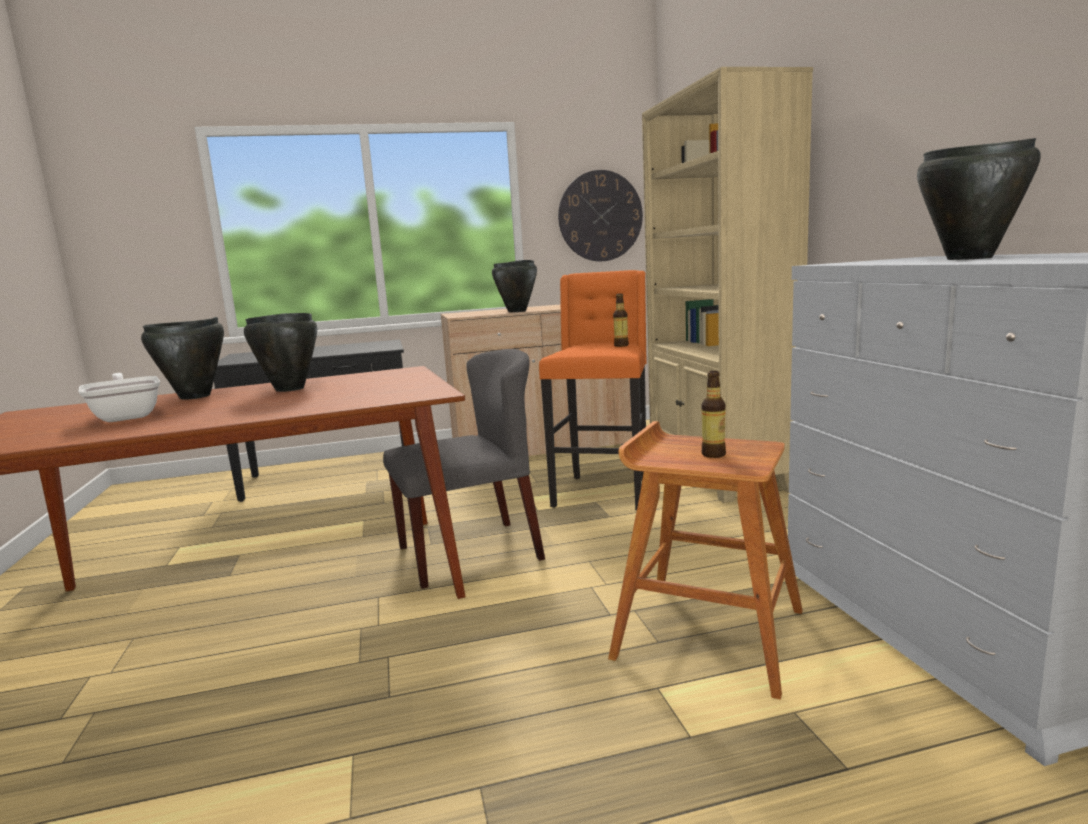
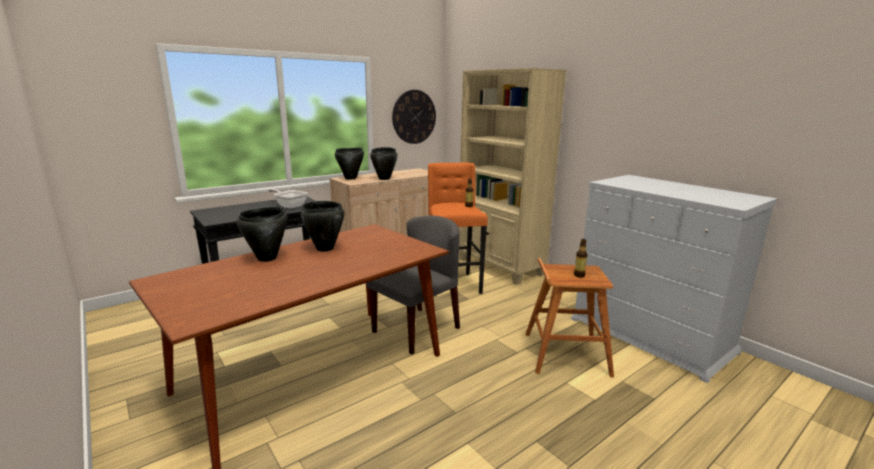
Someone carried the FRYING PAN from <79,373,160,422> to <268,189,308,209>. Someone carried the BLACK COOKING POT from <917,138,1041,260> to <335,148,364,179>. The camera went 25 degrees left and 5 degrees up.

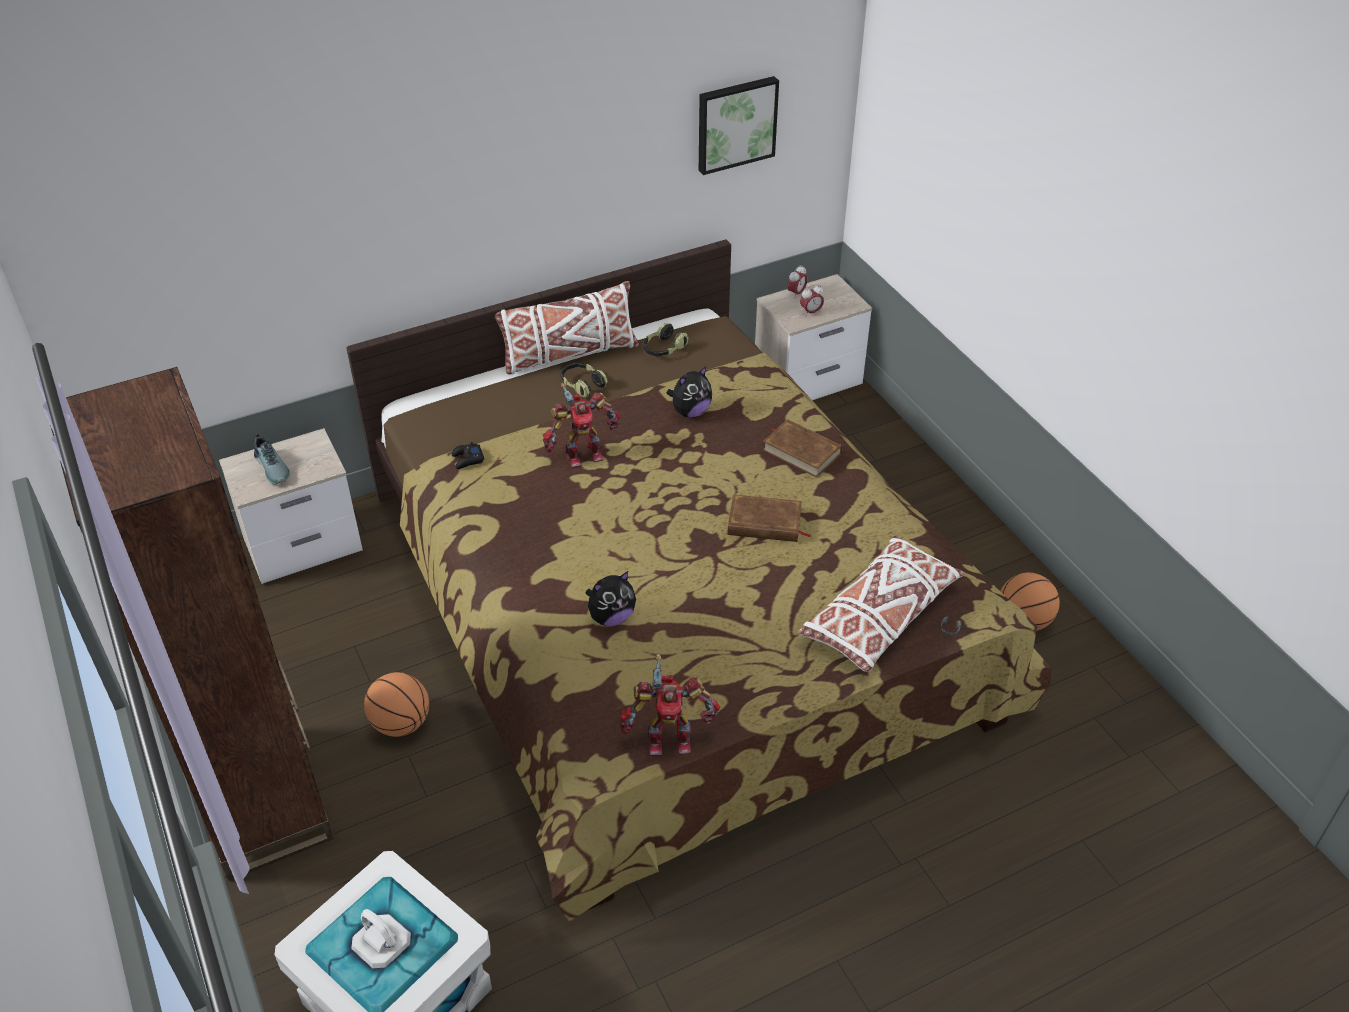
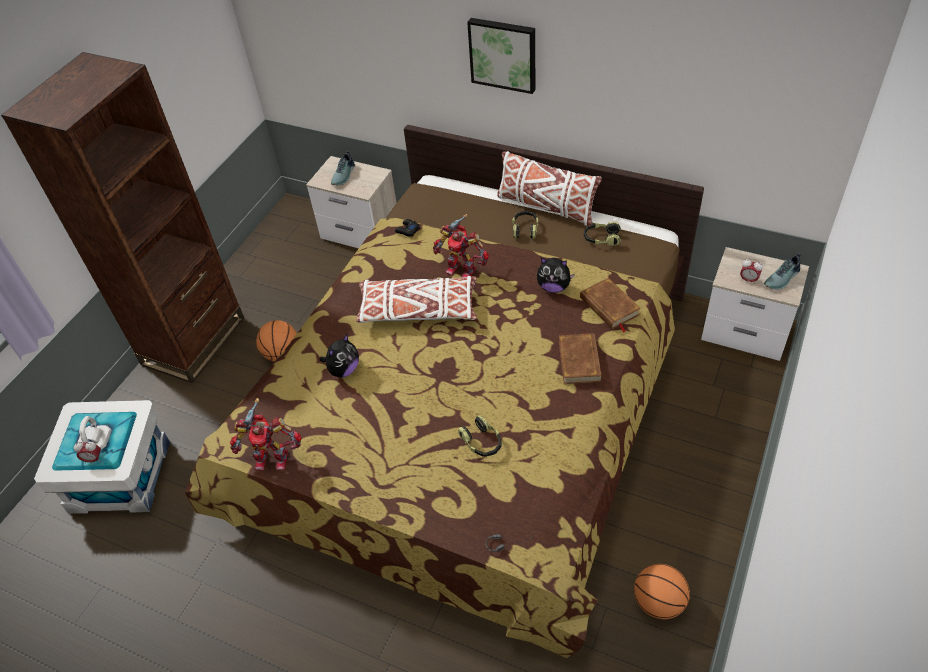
Someone rotated the PLUSH TOY at <586,571,636,626> by 75 degrees counterclockwise. Someone rotated the TOY ROBOT at <620,654,720,756> by 45 degrees counterclockwise. Someone carried the PICTURE from <699,76,779,175> to <467,18,535,94>. Someone carried the BROWN BOOK from <728,494,810,542> to <580,278,641,333>. Someone carried the ALARM CLOCK from <787,265,808,299> to <74,442,101,463>. Someone carried the WHITE PILLOW from <798,536,964,672> to <356,276,477,323>. Someone put down the HEADPHONES at <458,415,502,457>. Someone put down the SHOE at <764,253,801,290>. The camera went 55 degrees right and 5 degrees up.

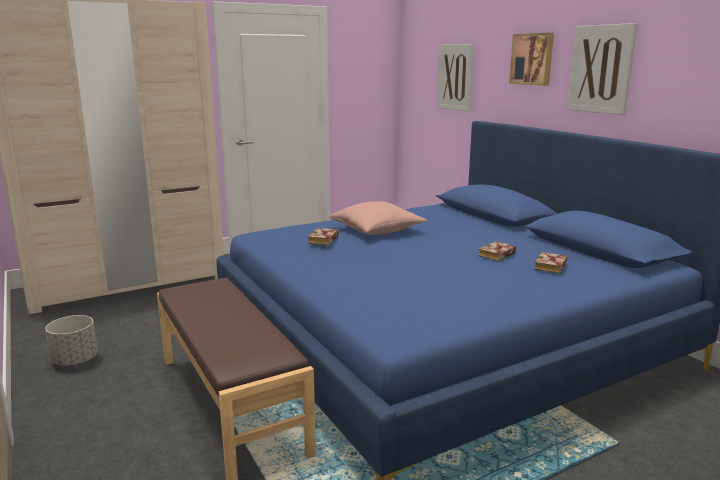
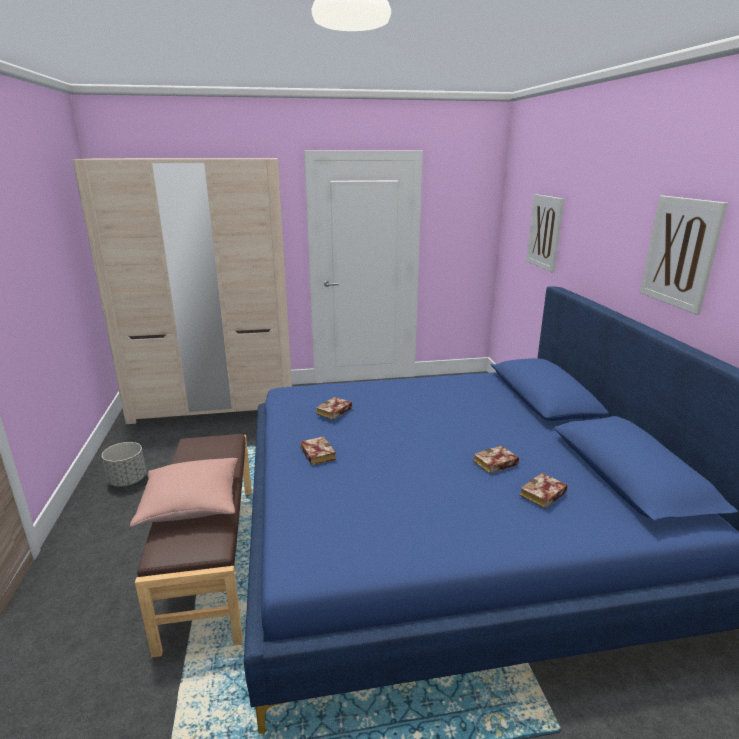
Someone carried the PINK PILLOW from <329,202,427,235> to <130,458,238,527>. Someone took away the PICTURE at <509,33,554,86>. Someone put down the BOOK at <300,436,336,465>. The camera went 20 degrees right and 5 degrees up.

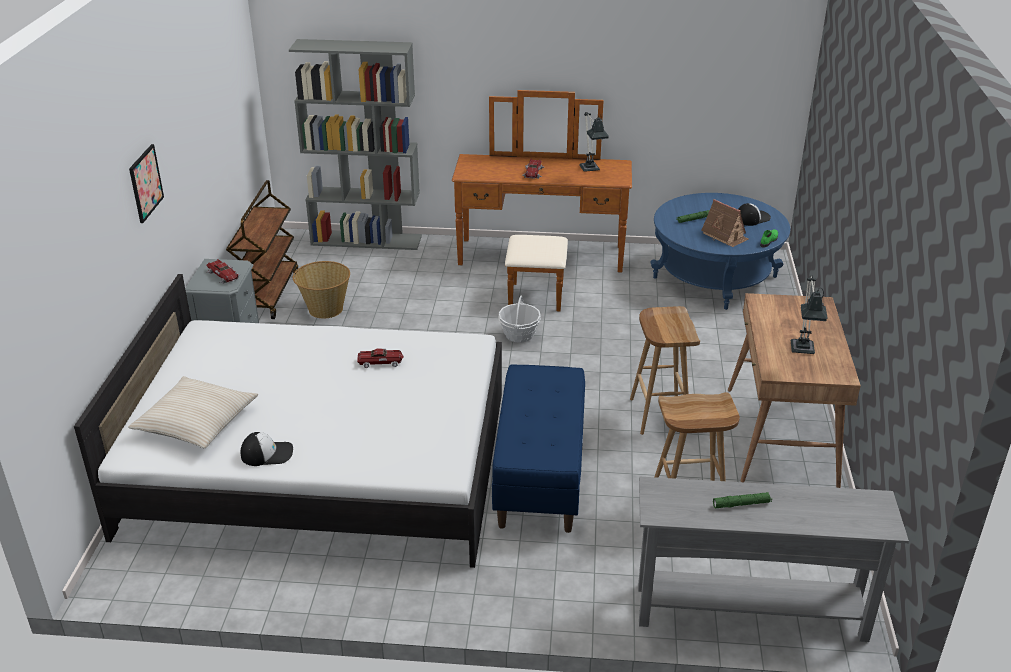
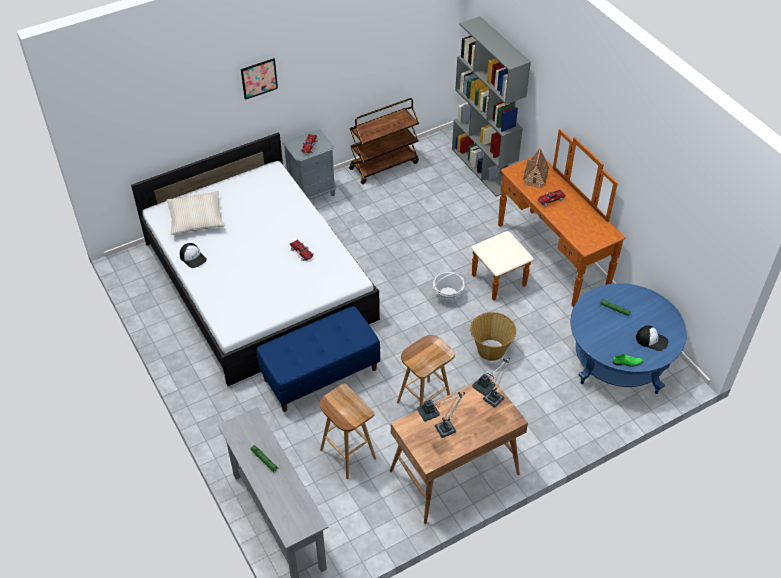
Someone carried the BASKET from <293,261,350,318> to <470,312,516,361>. Someone carried the TABLE LAMP from <579,112,609,172> to <472,357,510,407>. Someone carried the TOY HOUSE from <701,199,749,247> to <523,148,549,188>. The camera went 55 degrees right and 15 degrees up.

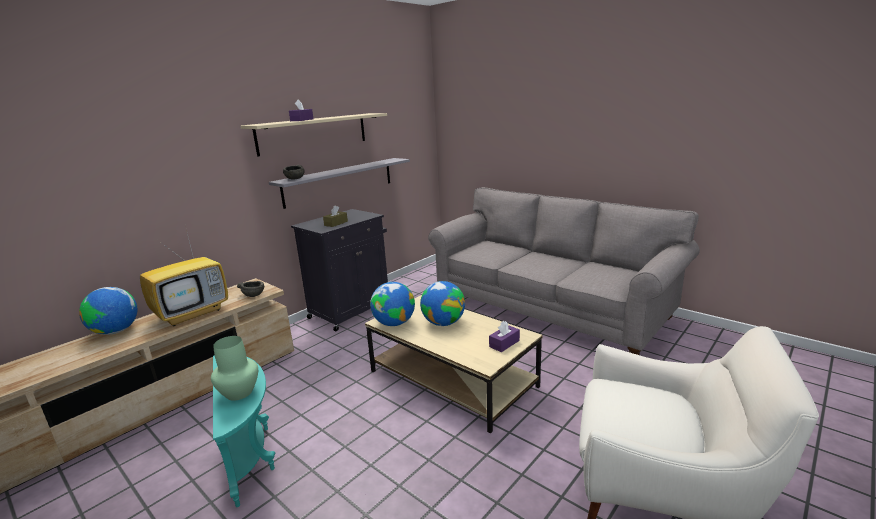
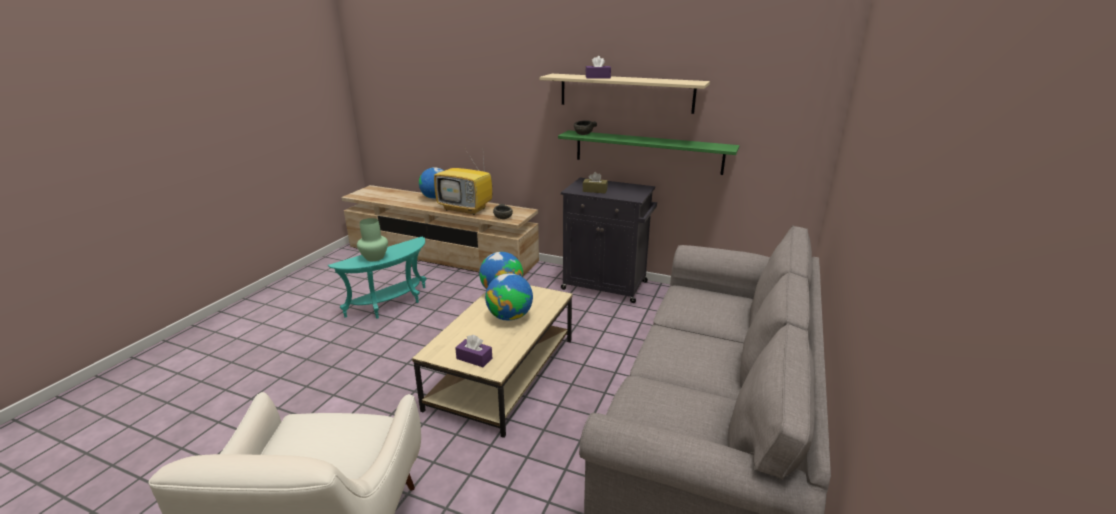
Someone repainted the GREY SHELF at <269,158,410,209>, which became the GREEN SHELF at <558,130,740,175>. The camera went 70 degrees right and 5 degrees up.

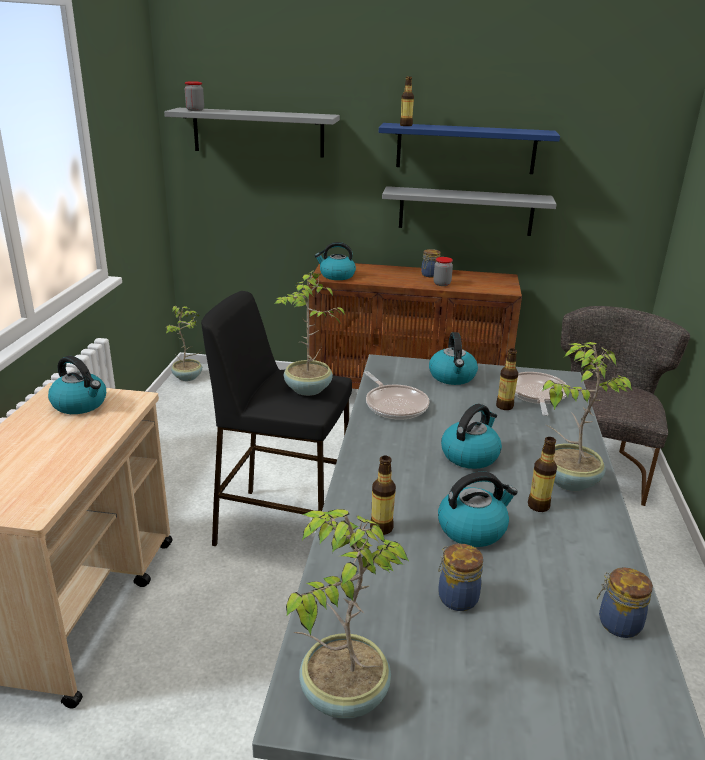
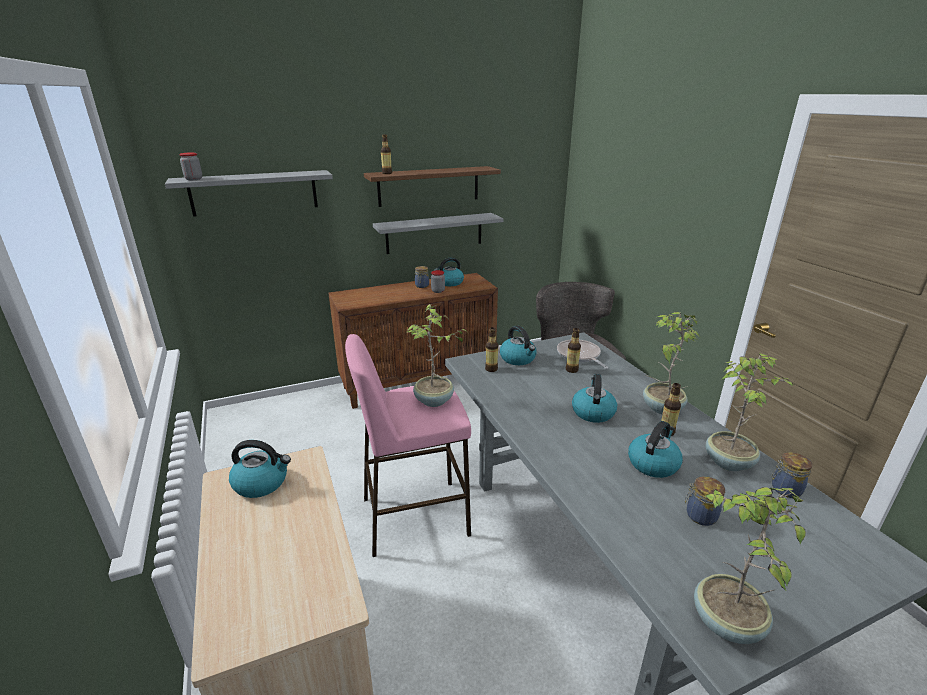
Someone carried the POTTED PLANT from <166,306,203,381> to <706,353,796,472>. Someone repainted the BLACK STOOL at <201,291,352,546>, which became the PINK STOOL at <345,334,471,557>. Someone carried the KETTLE from <315,242,356,280> to <434,258,464,286>. Someone took away the FRYING PAN at <364,371,429,420>. Someone carried the BOTTLE from <370,456,396,535> to <485,327,498,372>. Someone repainted the BLUE SHELF at <379,123,560,174>, which became the BROWN SHELF at <364,166,501,207>. The camera went 30 degrees left and 0 degrees up.

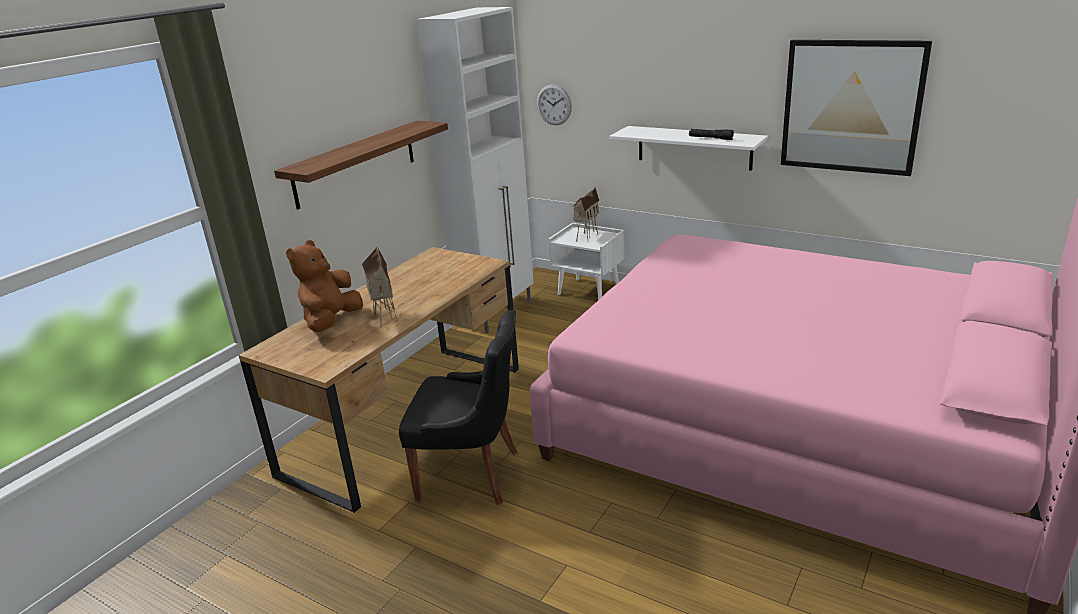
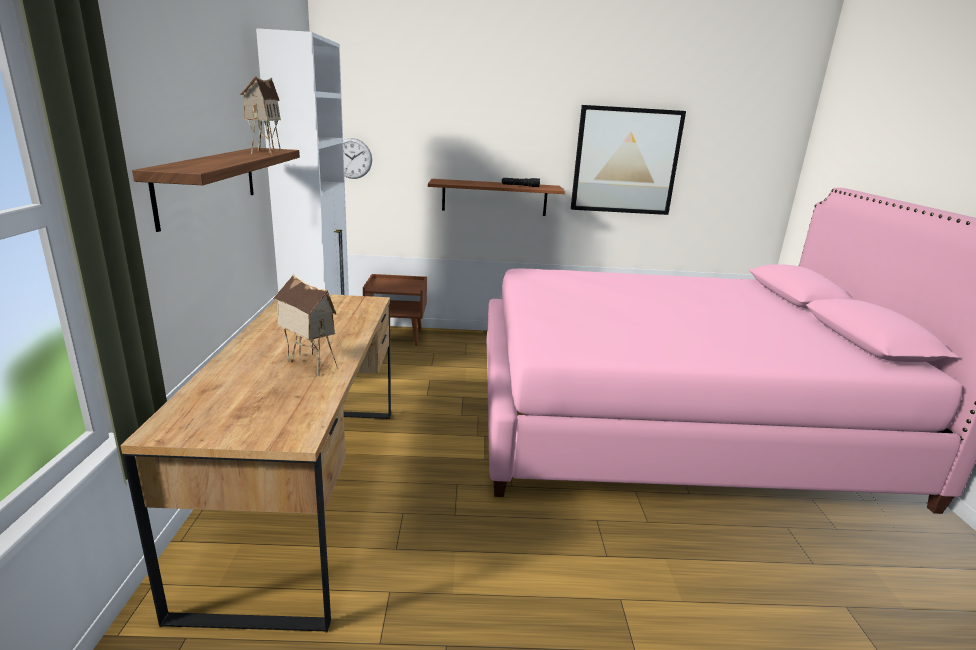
Someone took away the BROWN PLUSH TOY at <286,240,363,332>. Someone took away the BLACK CHAIR at <399,310,518,505>. Someone repainted the WHITE NIGHTSTAND at <548,223,625,299>, which became the BROWN NIGHTSTAND at <363,274,427,346>. Someone carried the TOY HOUSE from <572,187,599,241> to <240,76,281,155>. Someone repainted the WHITE SHELF at <609,126,768,171>, which became the BROWN SHELF at <428,179,565,216>. The camera went 35 degrees left and 5 degrees down.

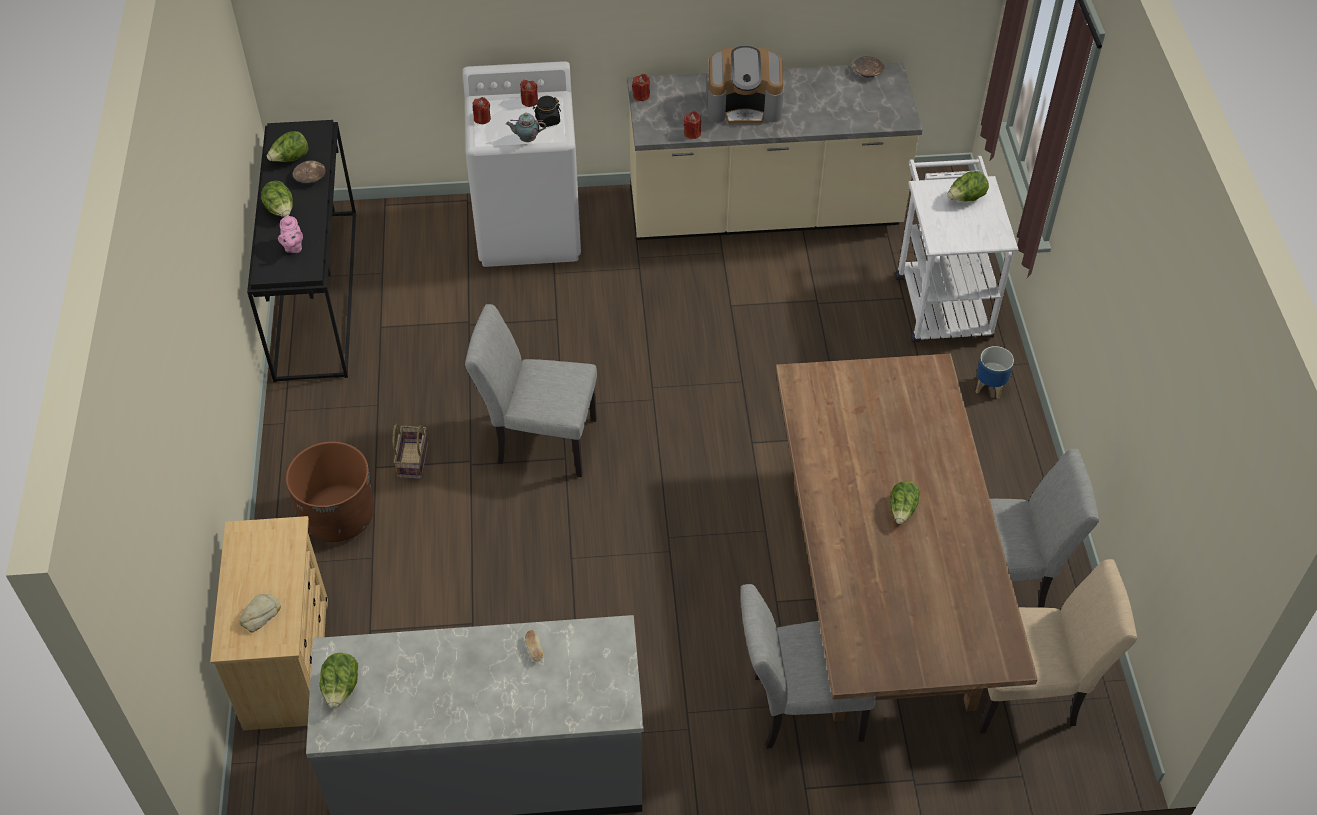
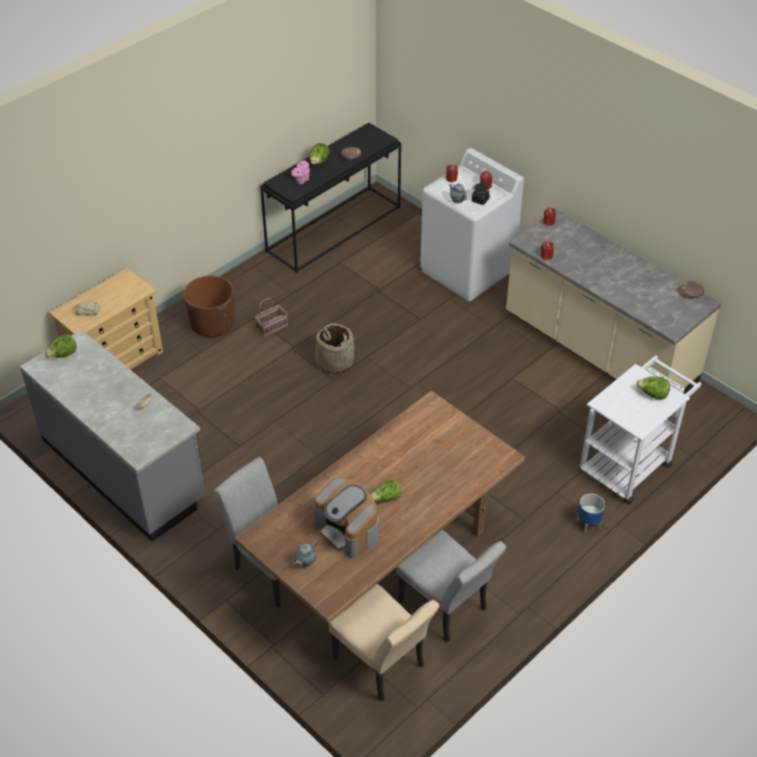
Someone took away the LETTUCE at <267,131,308,162>. Someone swapped the GREY CHAIR at <465,304,597,477> for the BASKET at <315,323,354,374>. Someone carried the COFFEE MACHINE from <706,46,784,125> to <313,477,378,558>. Someone put down the TEAPOT at <293,541,317,567>. The camera went 50 degrees right and 5 degrees down.

